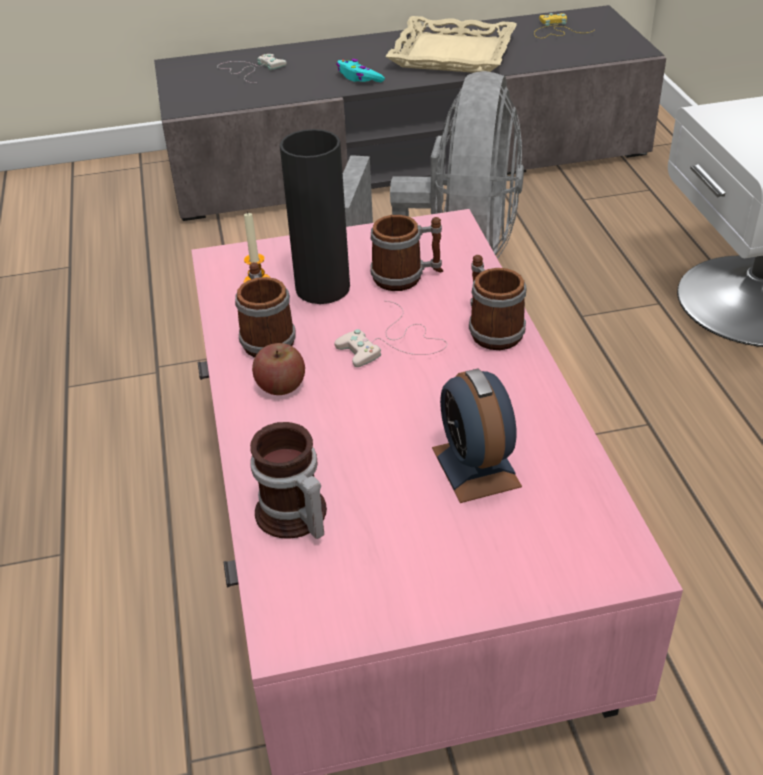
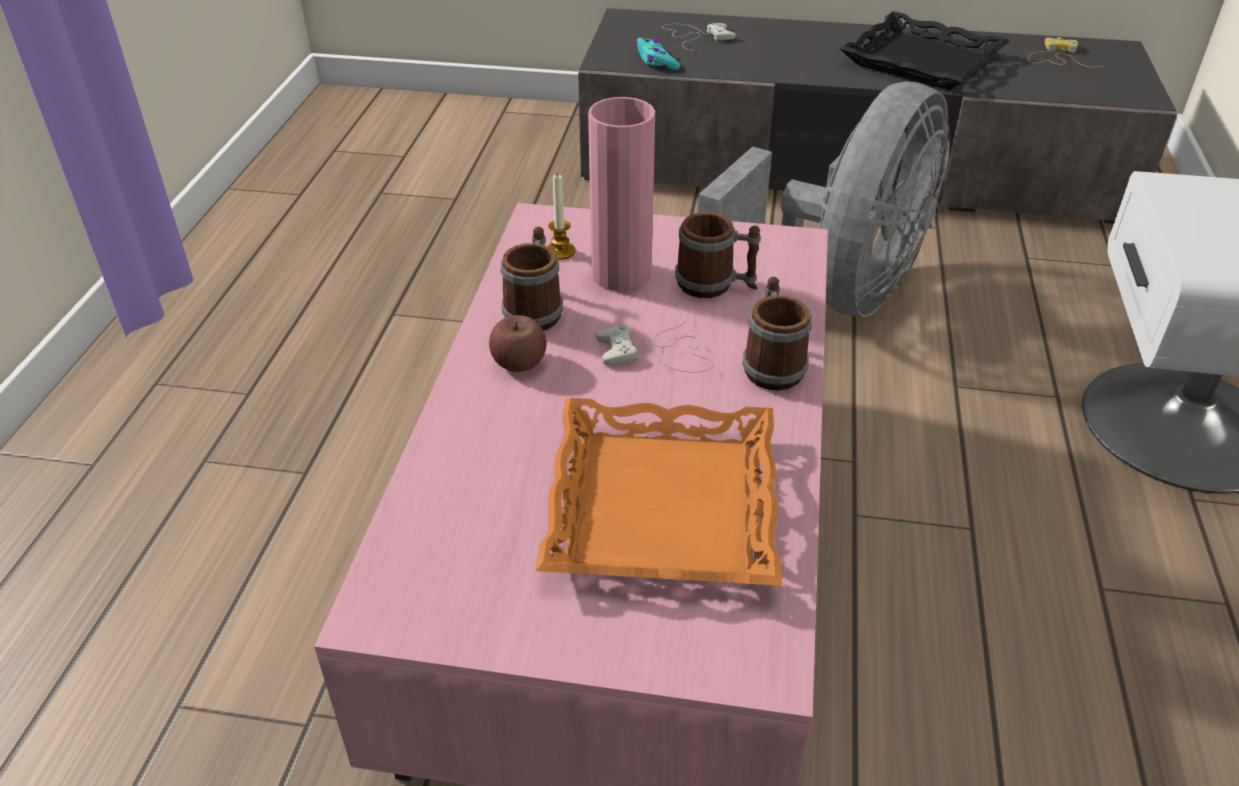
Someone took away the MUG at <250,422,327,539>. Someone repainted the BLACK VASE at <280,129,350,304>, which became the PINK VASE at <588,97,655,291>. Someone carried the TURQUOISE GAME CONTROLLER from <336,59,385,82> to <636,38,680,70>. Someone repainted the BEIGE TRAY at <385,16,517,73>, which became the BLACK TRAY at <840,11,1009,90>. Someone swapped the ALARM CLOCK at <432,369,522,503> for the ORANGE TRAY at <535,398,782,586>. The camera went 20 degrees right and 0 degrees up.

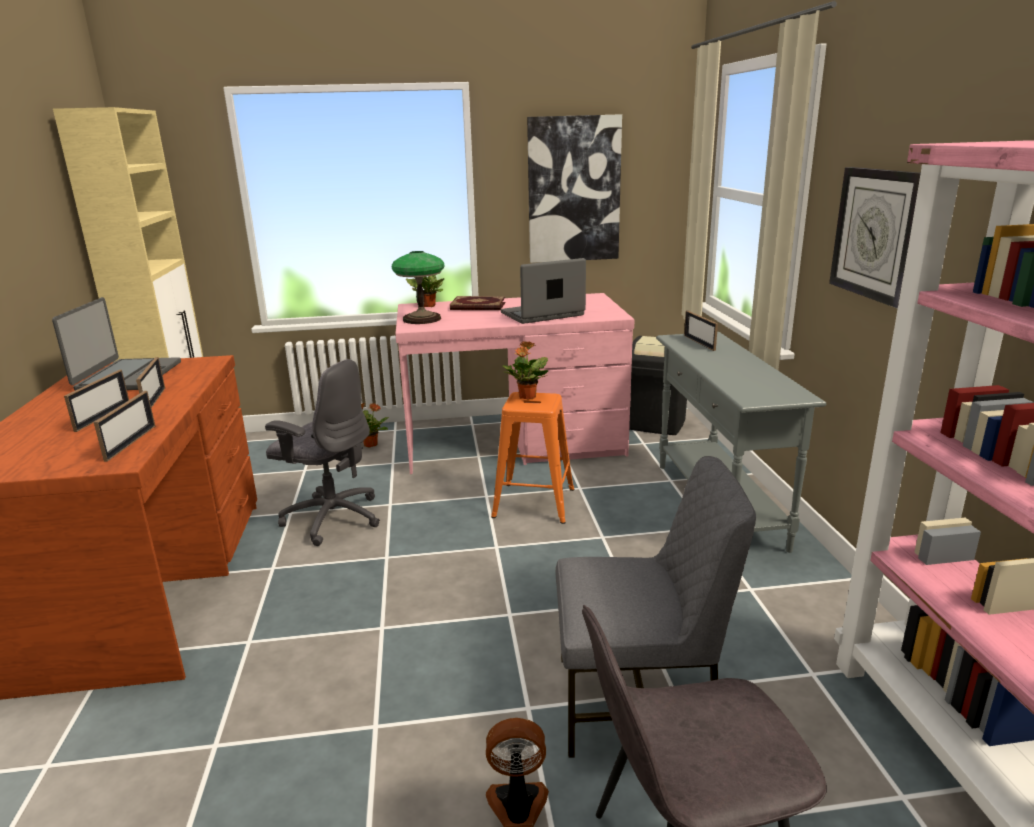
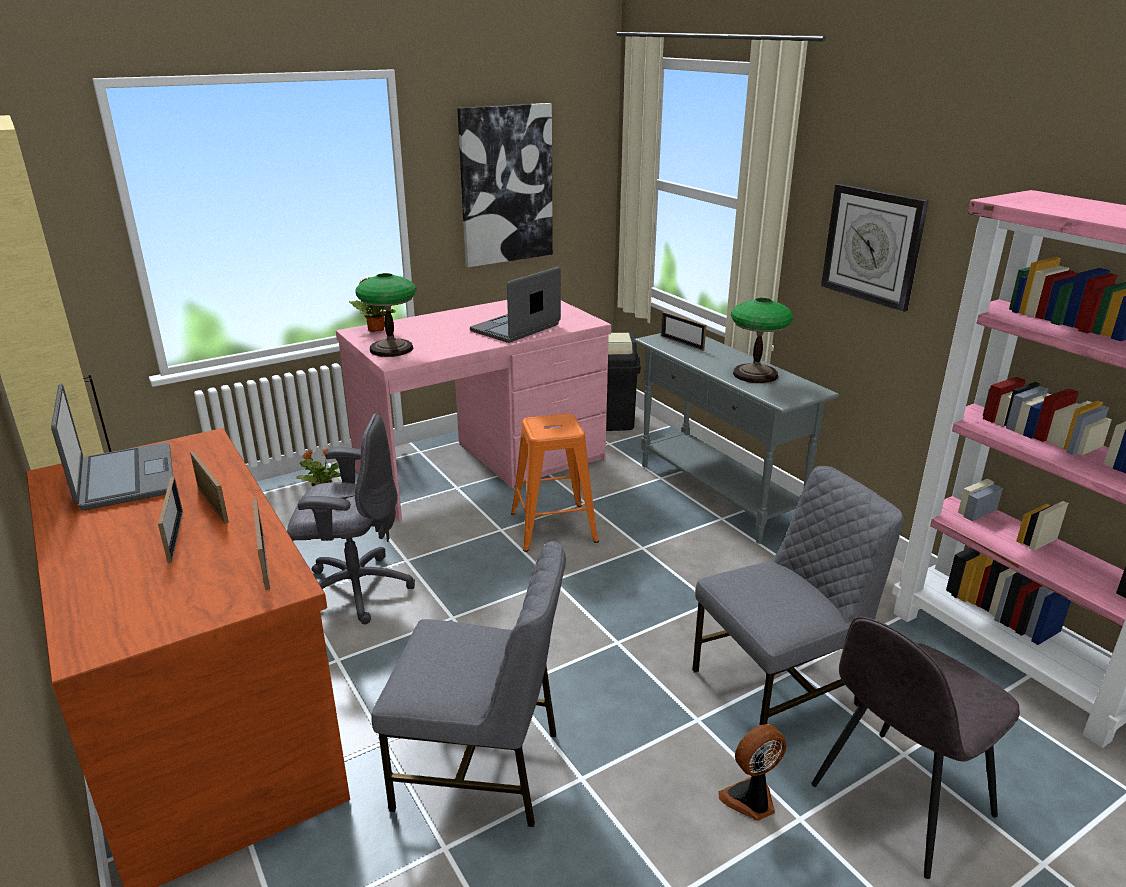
Someone took away the BOOK at <450,296,506,310>. Someone took away the POTTED PLANT at <503,341,548,400>. Someone put down the GREY CHAIR at <371,541,566,827>. Someone put down the TABLE LAMP at <731,298,793,383>. The camera went 25 degrees left and 5 degrees up.

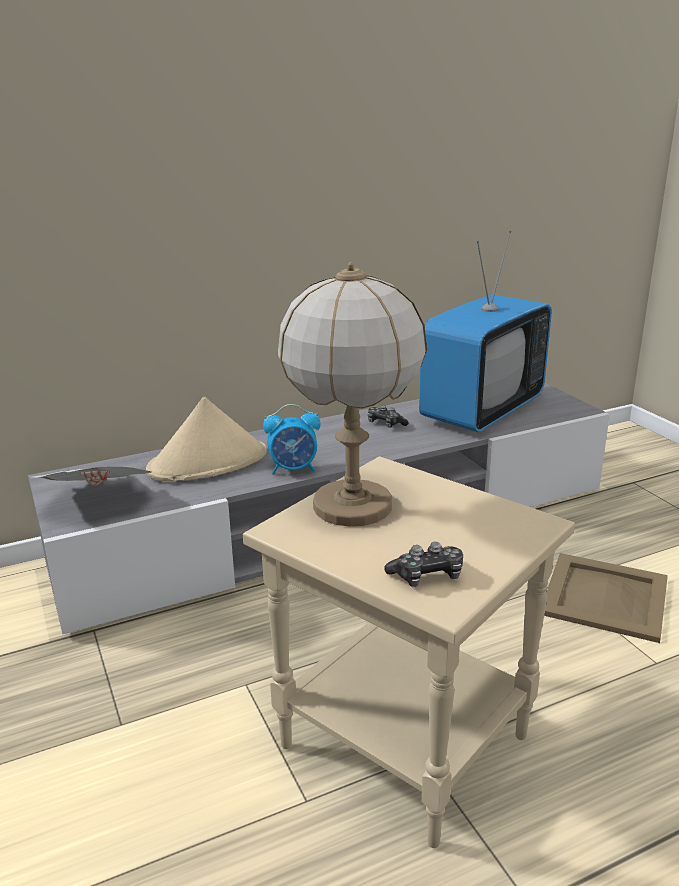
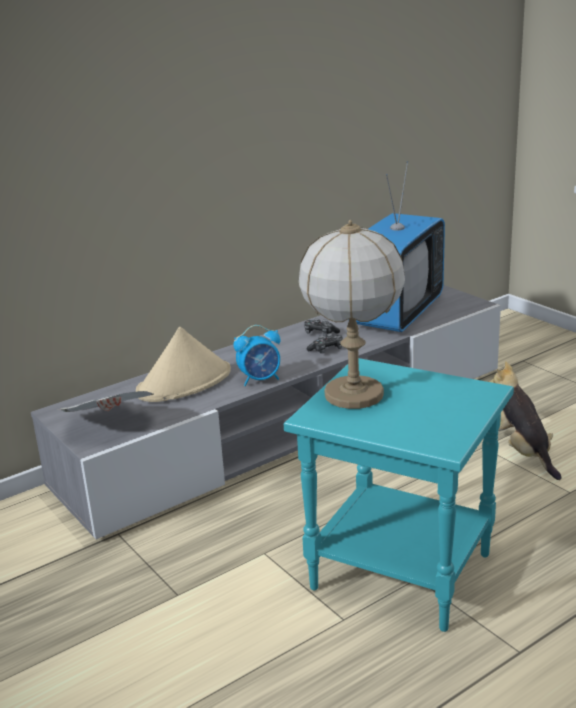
Someone repainted the BEIGE SIDE TABLE at <243,456,575,848>, which became the TURQUOISE SIDE TABLE at <284,358,514,632>. Someone carried the GAME CONTROLLER from <384,542,463,587> to <307,333,343,354>. Someone swapped the BEIGE TRAY at <544,553,668,643> for the PLUSH TOY at <489,361,561,480>. The camera went 10 degrees left and 0 degrees up.

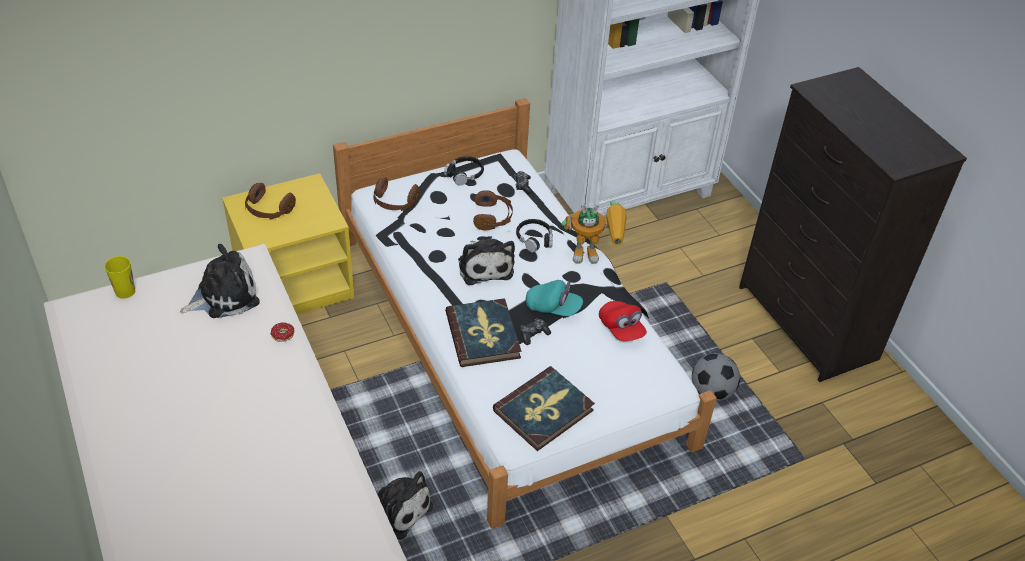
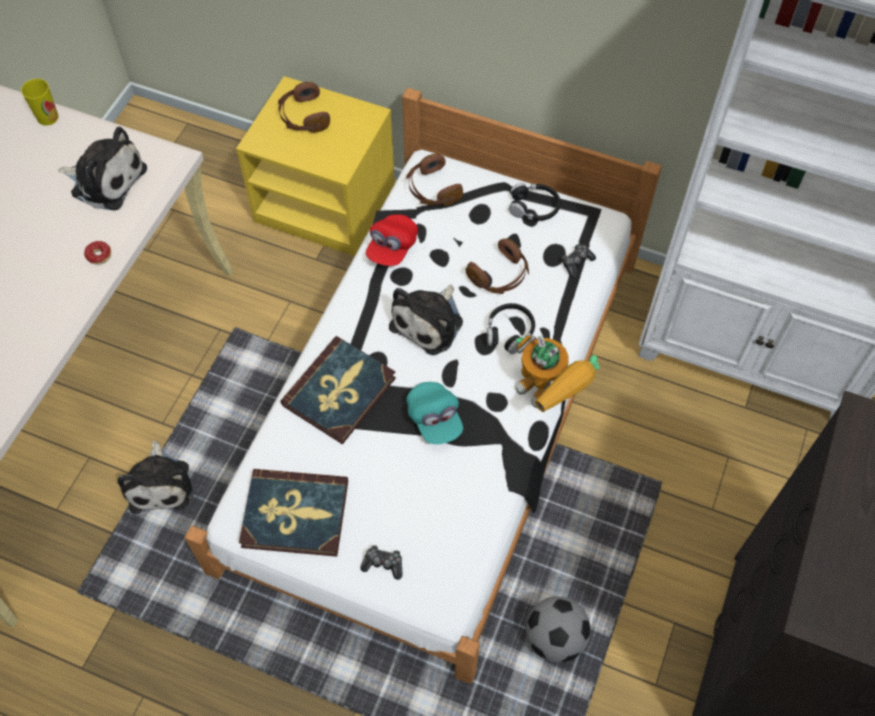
Someone carried the GAME CONTROLLER from <521,319,551,345> to <360,545,402,580>. Someone carried the RED CAP from <599,301,647,341> to <366,214,418,266>. The camera went 50 degrees right and 15 degrees up.

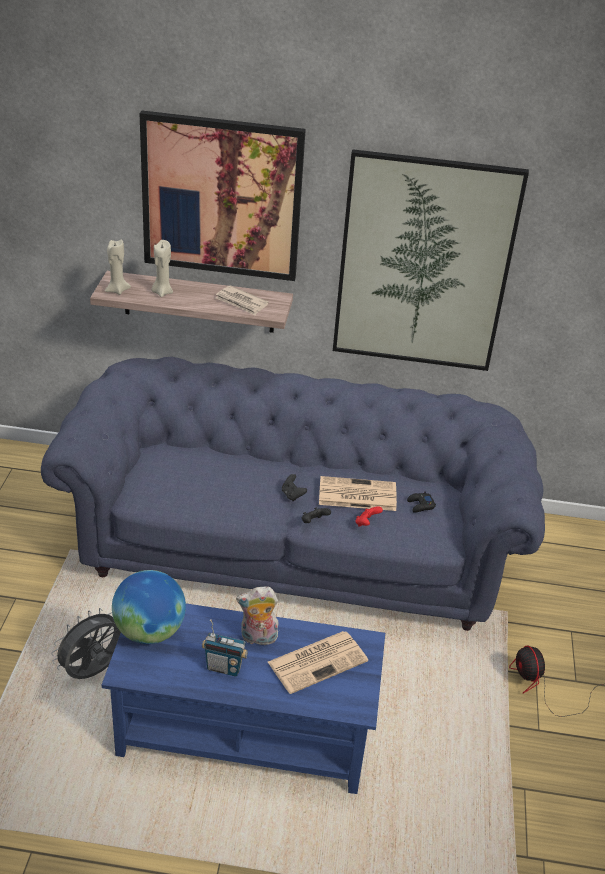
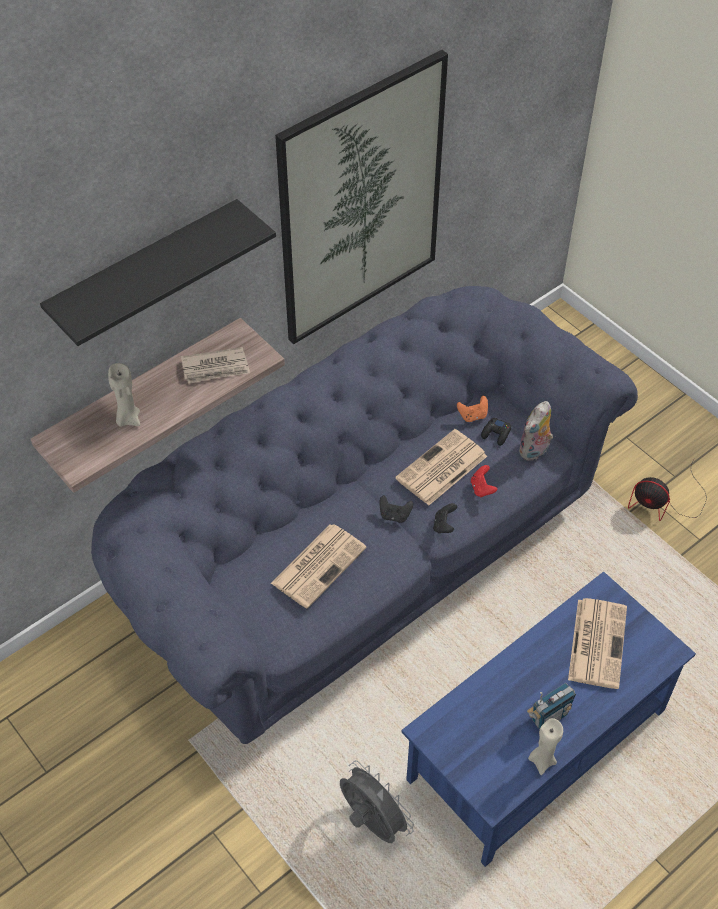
Someone rotated the GREY FAN at <51,608,121,679> by 135 degrees clockwise. Someone carried the BEIGE CANDLE from <105,240,131,295> to <528,718,563,775>. Someone took away the GLOBE at <112,570,186,644>. Someone swapped the PICTURE at <140,111,306,281> for the BLACK SHELF at <40,199,276,346>. Someone carried the PLUSH TOY from <236,587,279,648> to <519,401,553,461>. Someone put down the NEWSPAPER at <271,524,367,609>. Someone put down the ORANGE GAME CONTROLLER at <457,396,488,422>. The camera went 45 degrees left and 15 degrees up.

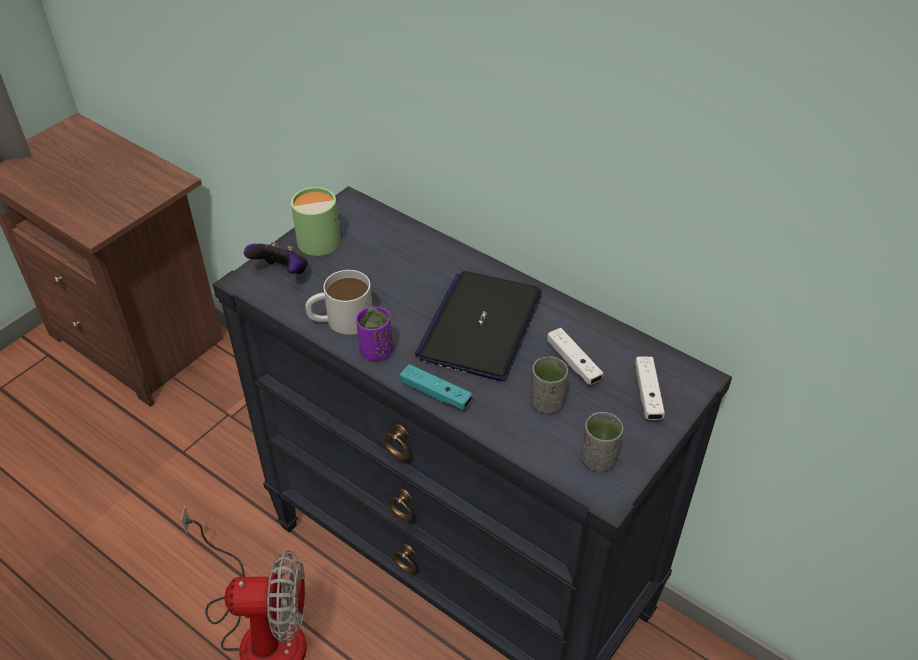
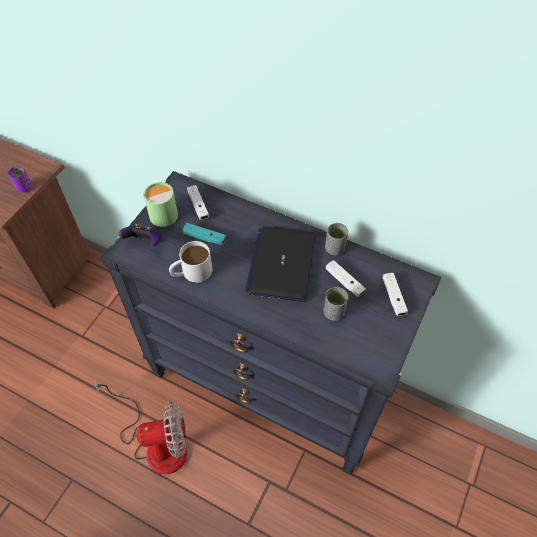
Someone carried the PURPLE CUP from <356,306,393,361> to <8,166,32,192>. Someone carried the TURQUOISE GAME CONTROLLER from <400,364,472,410> to <182,223,226,245>. Someone carried the GREY CUP from <581,412,623,471> to <325,223,348,255>. Someone put down the WHITE GAME CONTROLLER at <187,185,209,220>. The camera went 10 degrees left and 10 degrees up.

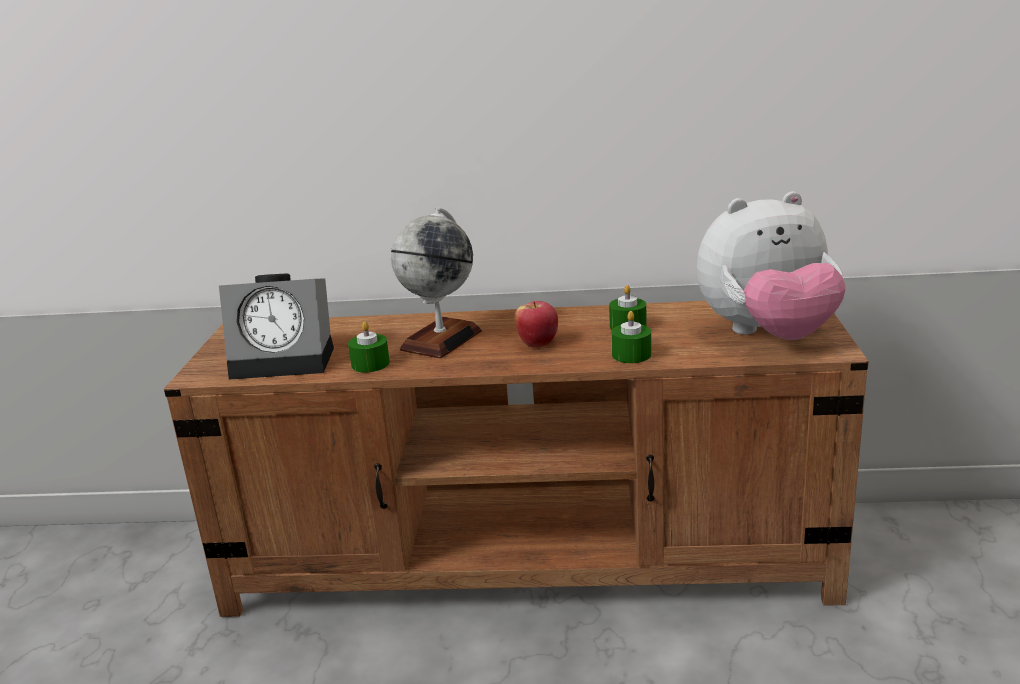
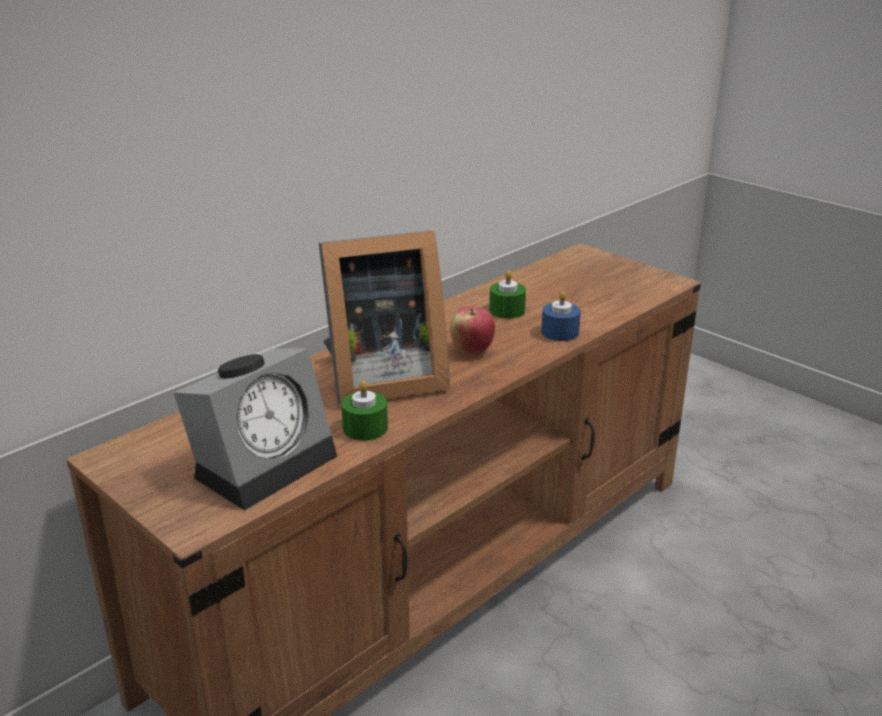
Someone swapped the GLOBE at <391,208,482,358> for the PICTURE FRAME at <319,231,450,406>. Someone repainted the GREEN CANDLE at <611,311,651,363>, which became the BLUE CANDLE at <541,291,581,341>. Someone took away the PLUSH TOY at <697,191,846,340>. The camera went 50 degrees left and 5 degrees up.

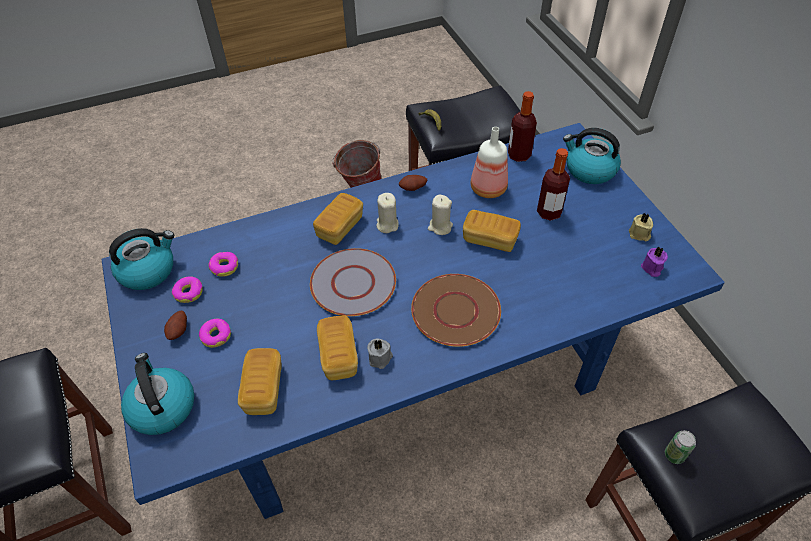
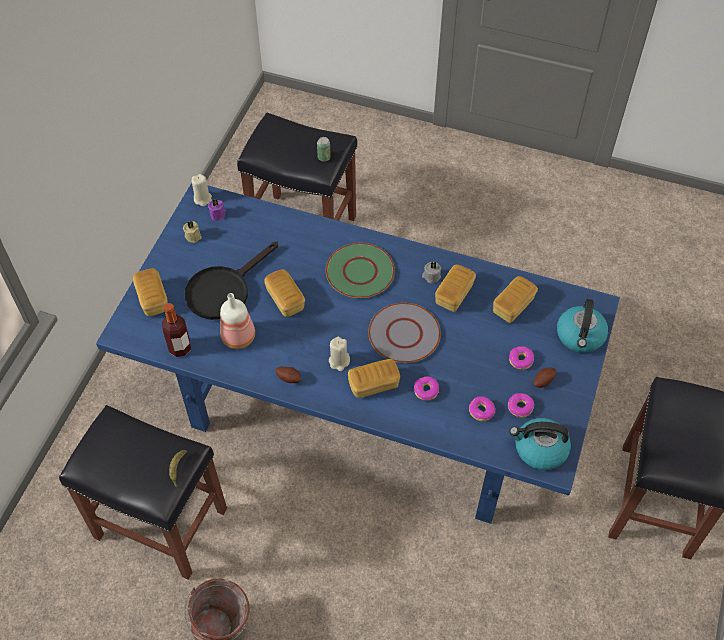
Someone repainted the BROWN PLATE at <411,274,501,347>, which became the GREEN PLATE at <326,243,395,298>. Someone carried the BEIGE CANDLE from <428,195,453,235> to <191,174,212,206>. Someone swapped the BOTTLE at <537,148,570,221> for the BLACK FRYING PAN at <185,242,278,320>. Someone swapped the KETTLE at <563,128,621,184> for the BREAD at <133,268,168,316>. Someone put down the DONUT at <414,376,439,401>. The camera went 140 degrees left and 5 degrees up.

